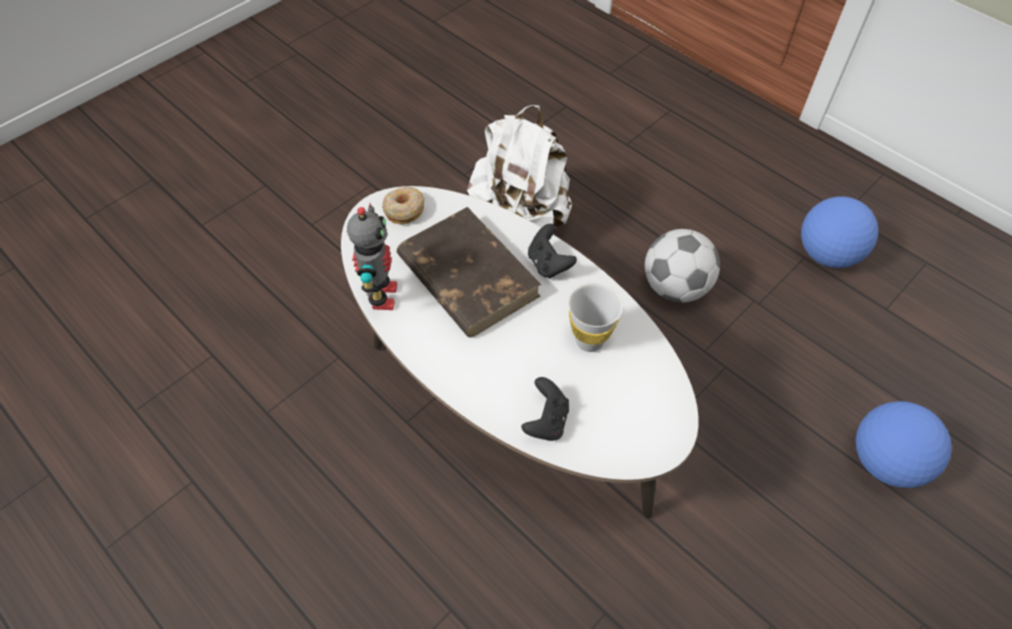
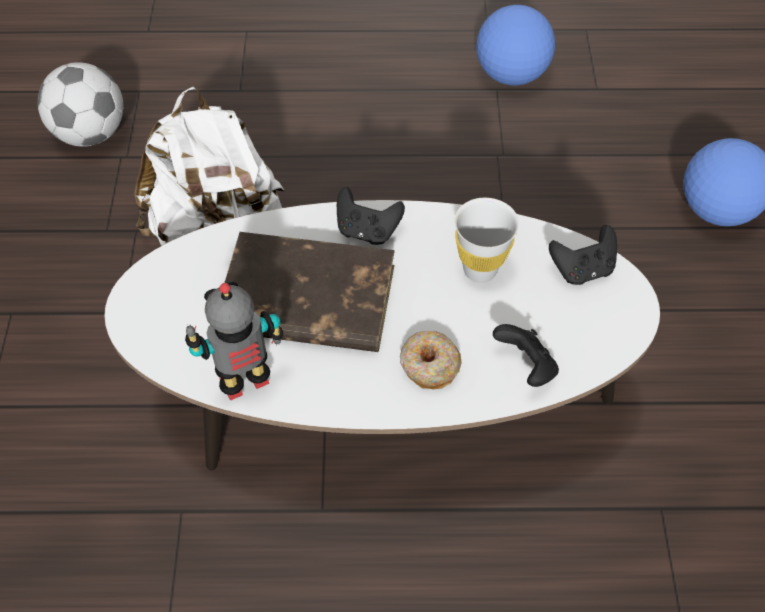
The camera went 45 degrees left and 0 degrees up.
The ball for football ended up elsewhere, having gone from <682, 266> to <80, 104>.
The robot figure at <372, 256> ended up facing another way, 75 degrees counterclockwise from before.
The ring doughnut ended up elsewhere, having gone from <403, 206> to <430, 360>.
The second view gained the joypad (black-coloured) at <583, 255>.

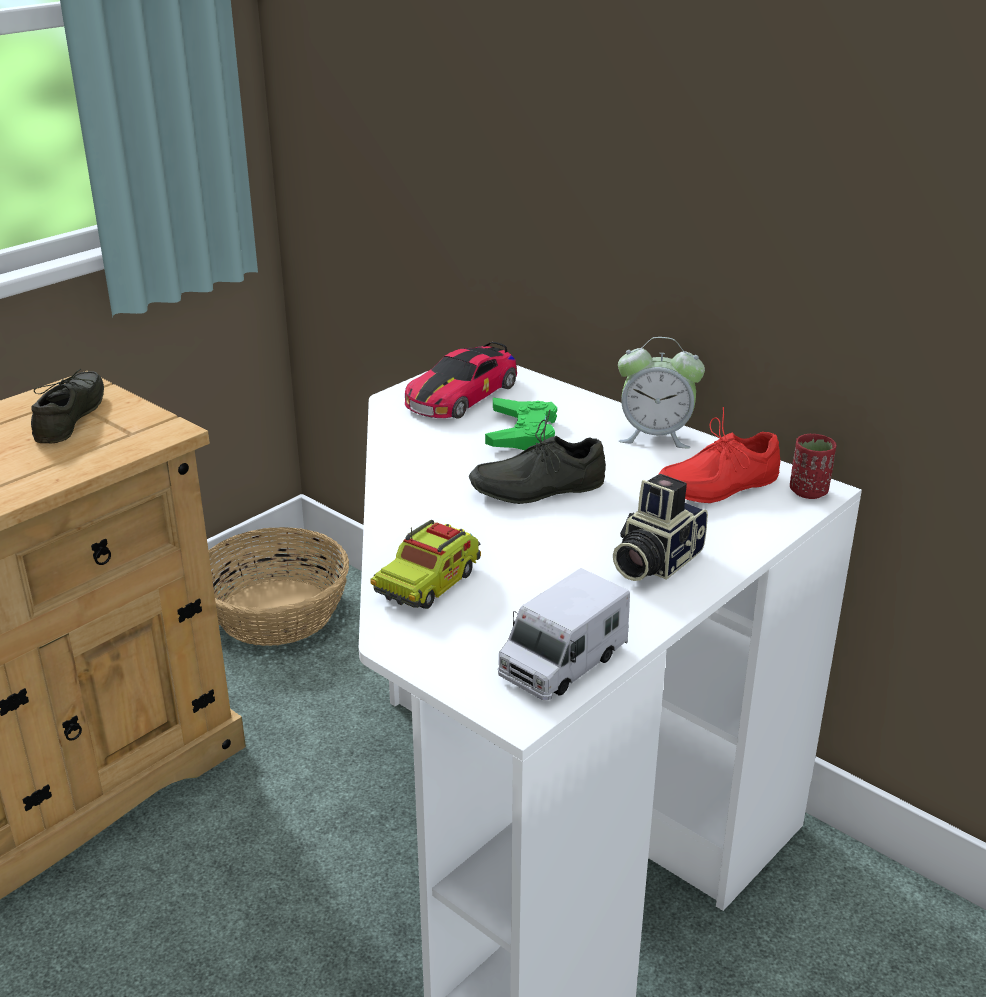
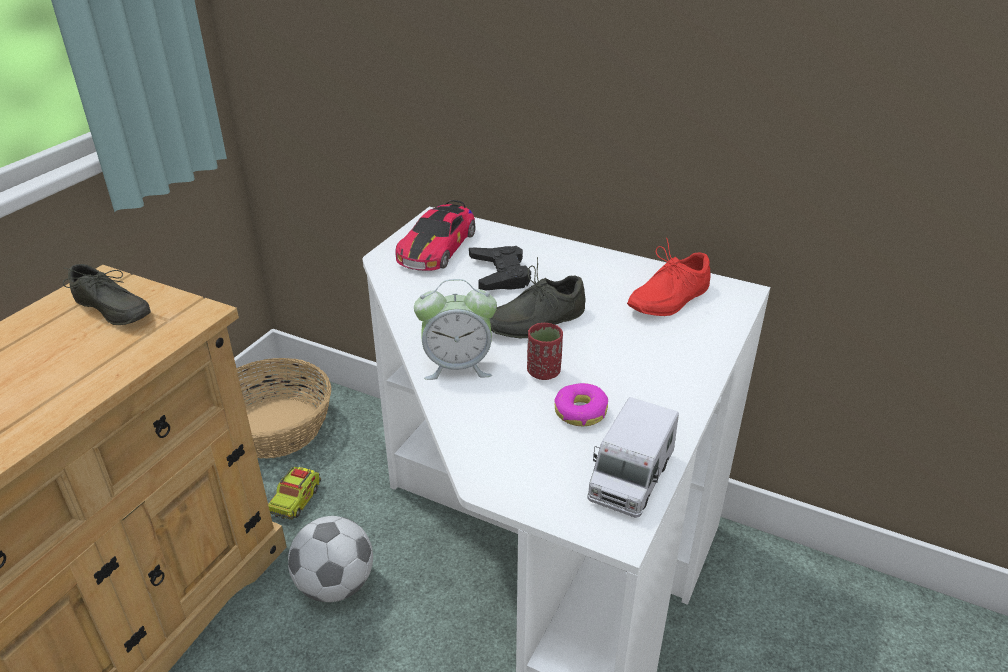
The camera went 15 degrees left and 5 degrees up.
The low shoe (greyish) at <67, 406> ended up facing another way, 135 degrees clockwise from before.
The toy lorry ended up elsewhere, having gone from <425, 564> to <294, 493>.
The second view gained the ball for football at <330, 559>.
The table clock ended up elsewhere, having gone from <661, 392> to <455, 329>.
What was the joypad (green-coloured) at <521, 424> turned into the joypad (black-coloured) at <500, 268>.
The cup (red-coloured) ended up elsewhere, having gone from <813, 466> to <545, 351>.
The second view gained the ring doughnut at <581, 404>.
The second view lost the photo camera at <660, 527>.

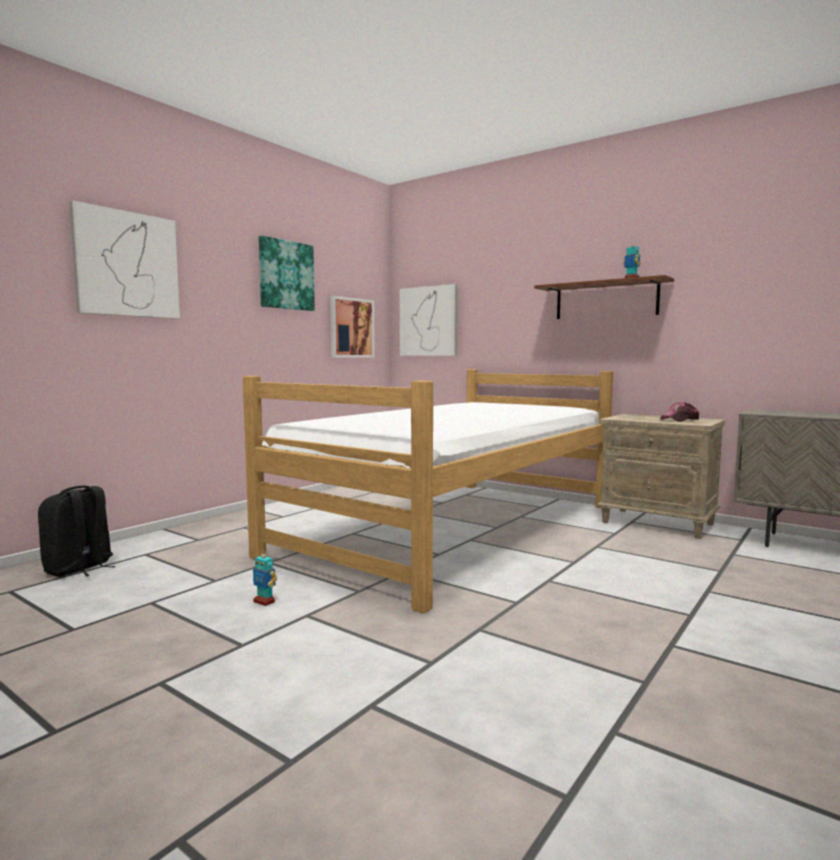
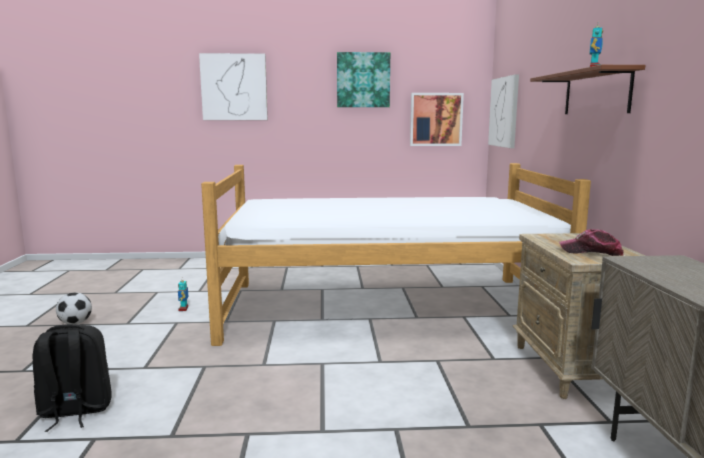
The camera went 50 degrees right and 5 degrees up.
The backpack (black-coloured) ended up elsewhere, having gone from <76, 531> to <72, 378>.
The second view gained the ball for football at <74, 308>.

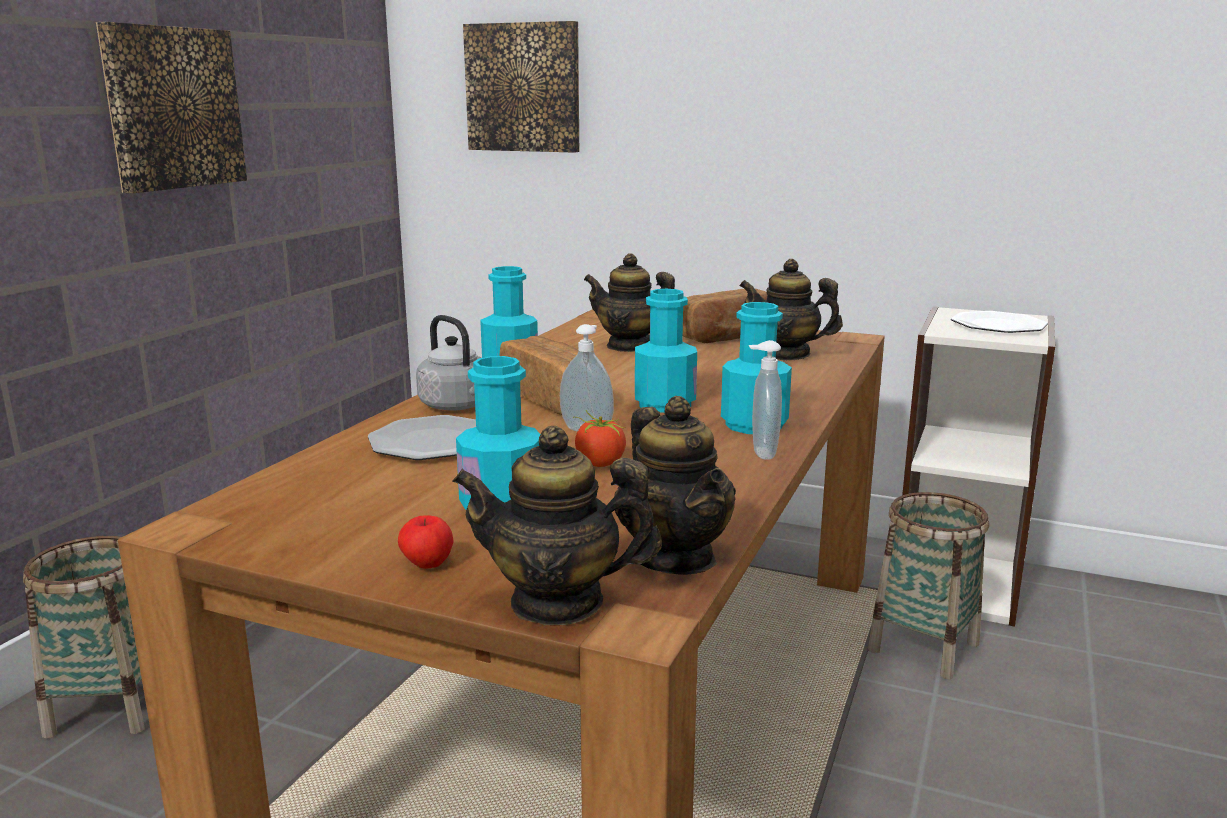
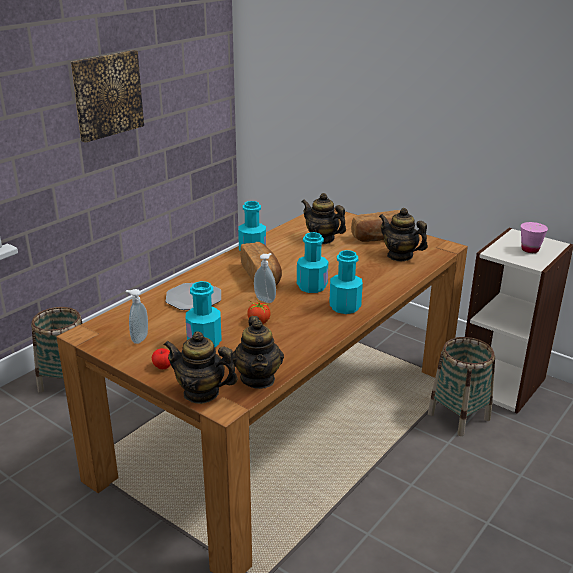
The camera went 15 degrees right and 10 degrees up.
The soap bottle ended up elsewhere, having gone from <765, 400> to <137, 316>.
Where the plate stood at <999, 322>, the cup (pink-coloured) came to stand at <534, 237>.
The second view lost the kettle (greyish) at <448, 363>.
The second view lost the wall art at <521, 87>.

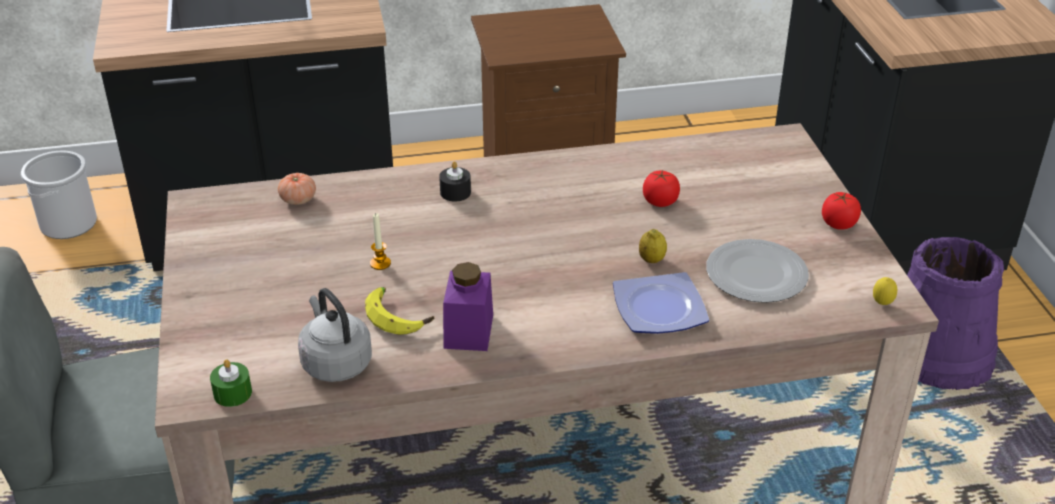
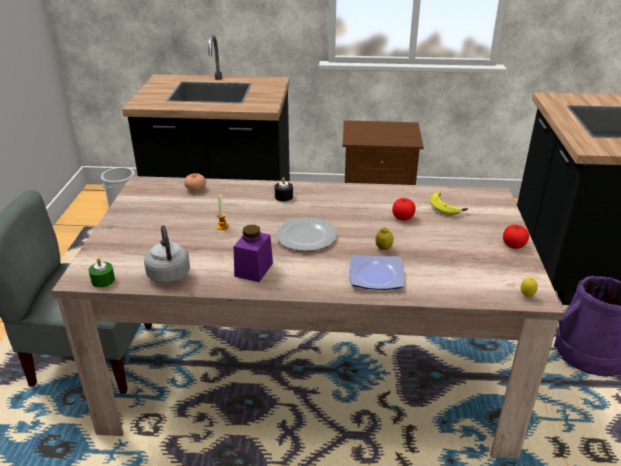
The camera went 15 degrees right and 5 degrees down.
The plate ended up elsewhere, having gone from <757, 271> to <306, 234>.
The banana fruit ended up elsewhere, having gone from <399, 311> to <449, 203>.

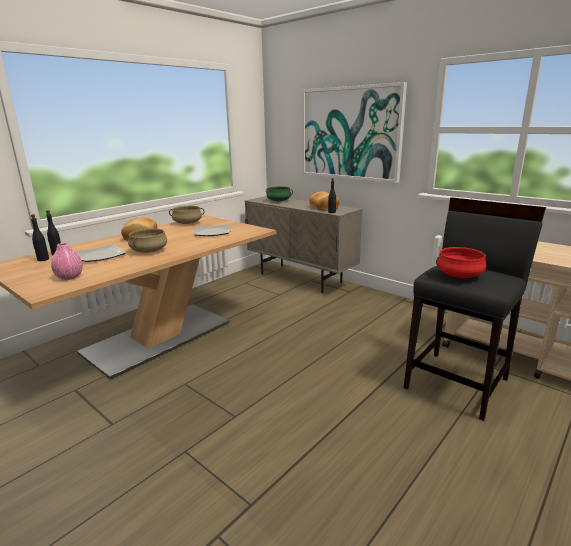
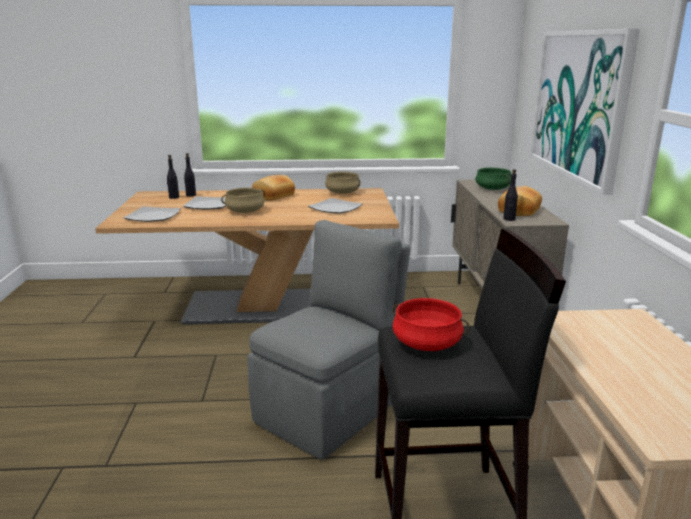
The camera went 45 degrees right and 0 degrees up.
Where the vase (pink-coloured) stood at <67, 261>, the plate came to stand at <152, 214>.
The second view gained the upright chair (greyish) at <328, 340>.

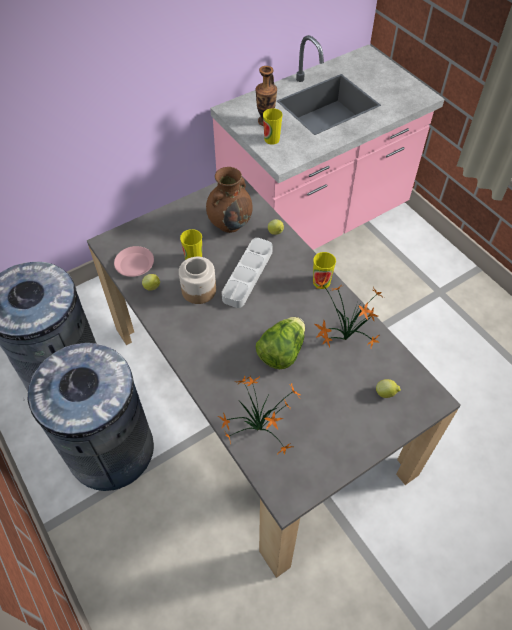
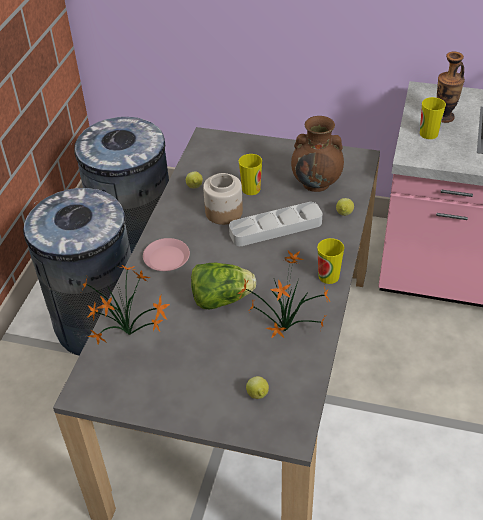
The camera went 50 degrees right and 10 degrees down.
The plate (pink-coloured) ended up elsewhere, having gone from <134, 261> to <166, 254>.

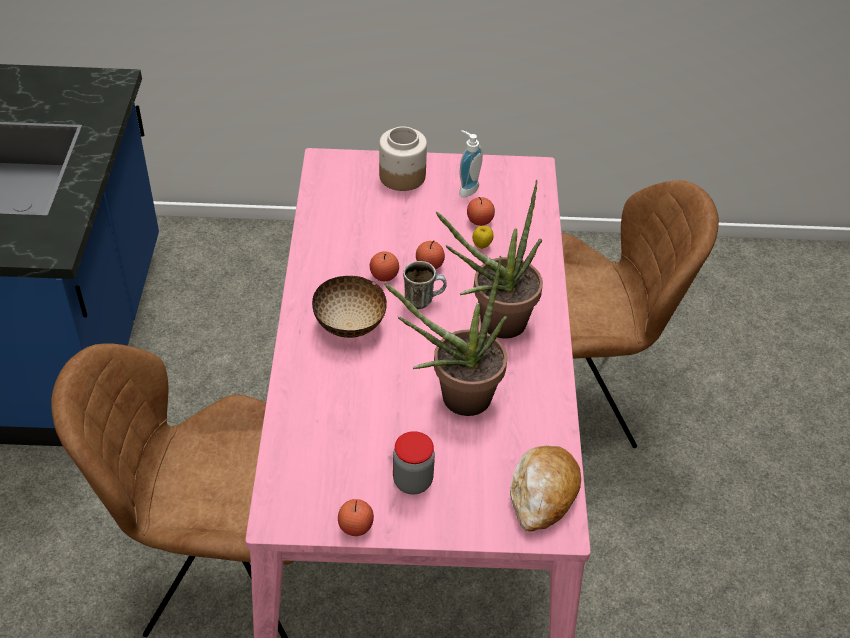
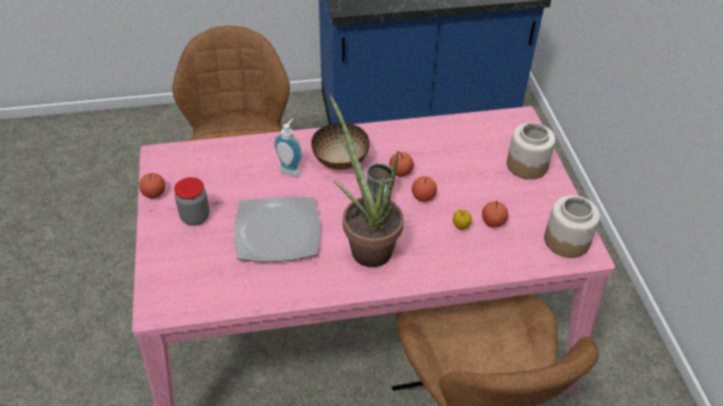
The camera went 80 degrees right and 0 degrees up.
Where the houseplant stood at <445, 335>, the plate came to stand at <277, 229>.
The soap bottle ended up elsewhere, having gone from <471, 164> to <288, 147>.
The second view gained the storage jar at <572, 226>.
The second view lost the bread at <545, 488>.

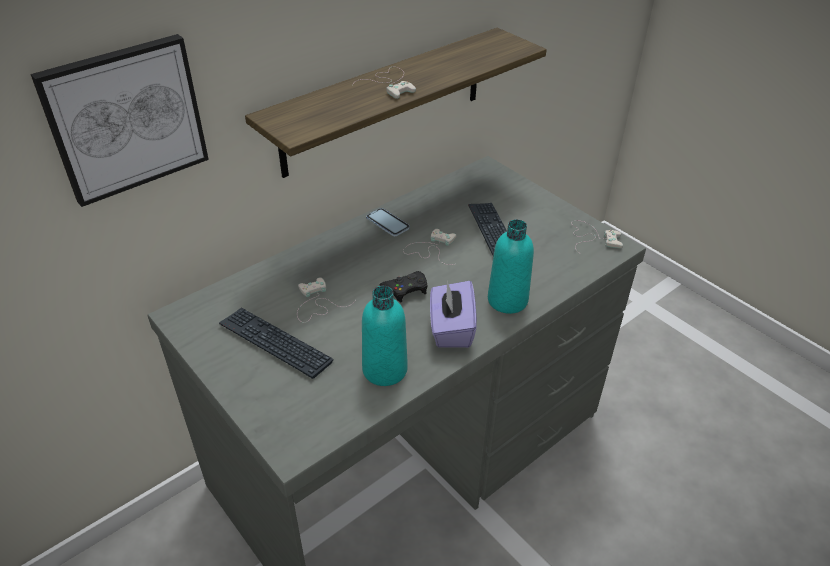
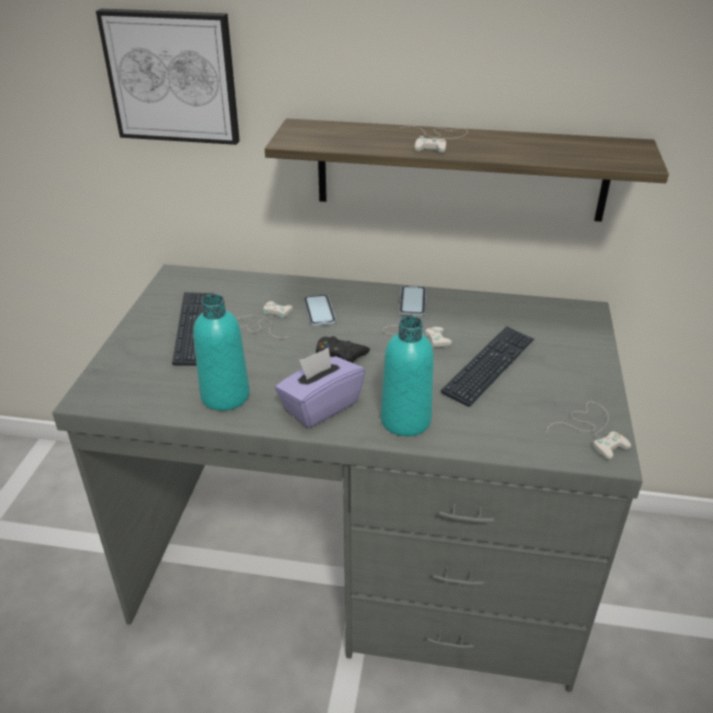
The camera went 50 degrees right and 5 degrees down.
The second view gained the handset at <319, 310>.

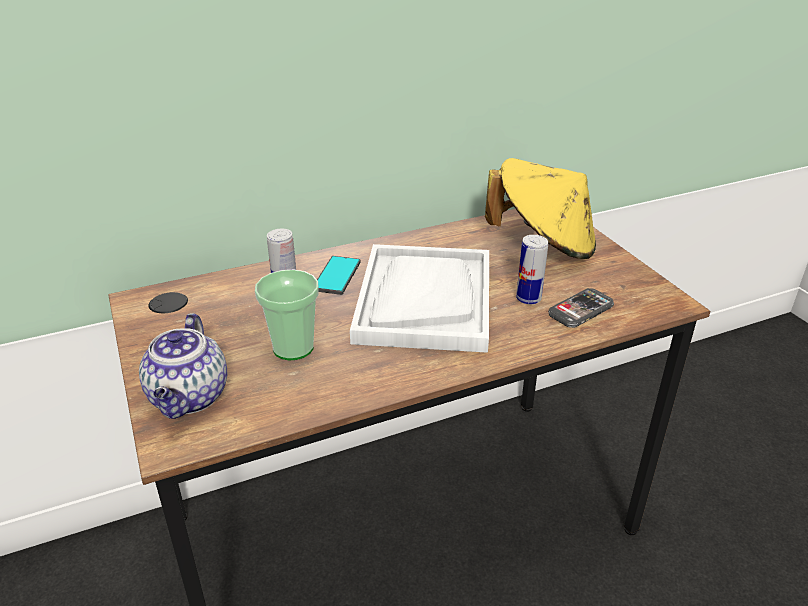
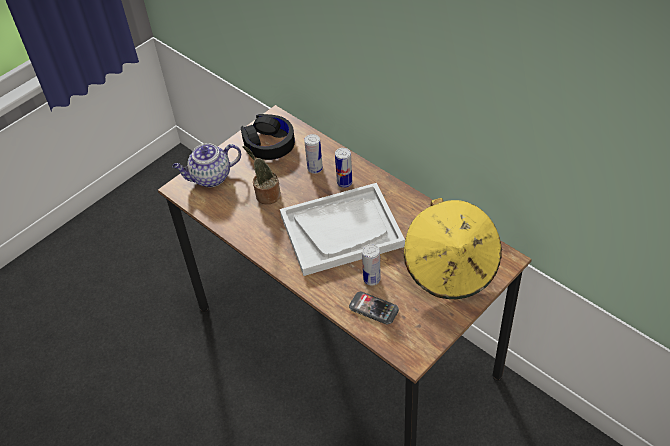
The camera went 70 degrees right and 15 degrees up.
The second view gained the pair of headphones (black-coloured) at <268, 137>.
Where the cup stood at <287, 315>, the houseplant came to stand at <261, 175>.
Where the handset stood at <339, 275>, the can came to stand at <343, 168>.

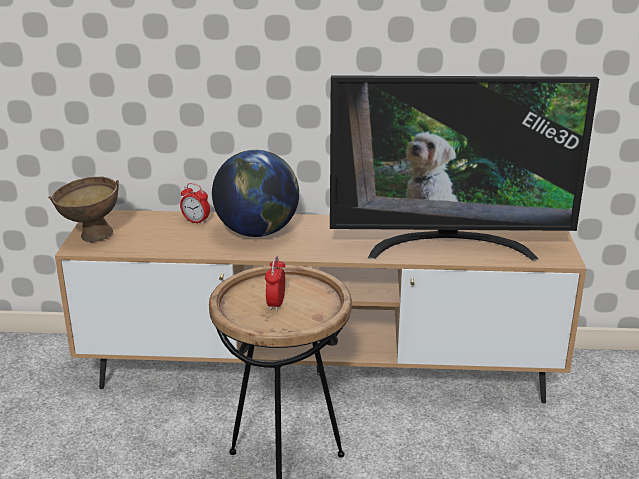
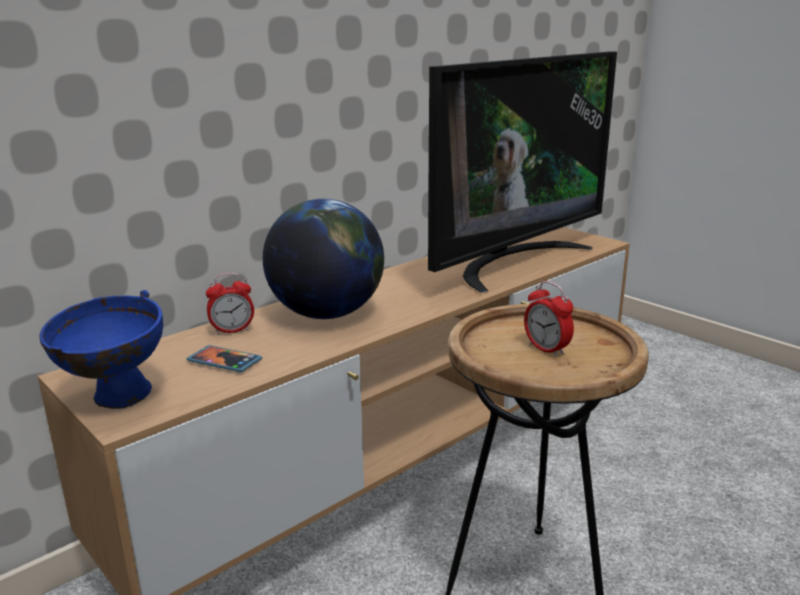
The camera went 45 degrees left and 5 degrees down.
What was the deep dish (brown) at <83, 209> turned into the deep dish (blue-coloured) at <101, 349>.
The second view gained the handset at <224, 358>.

